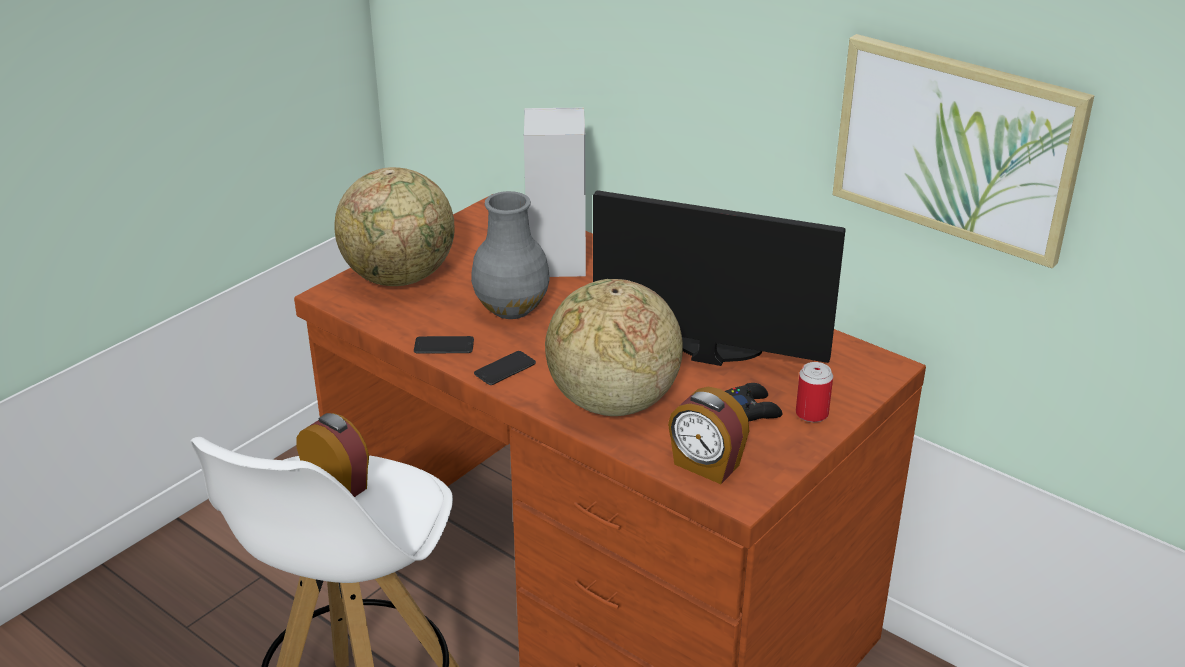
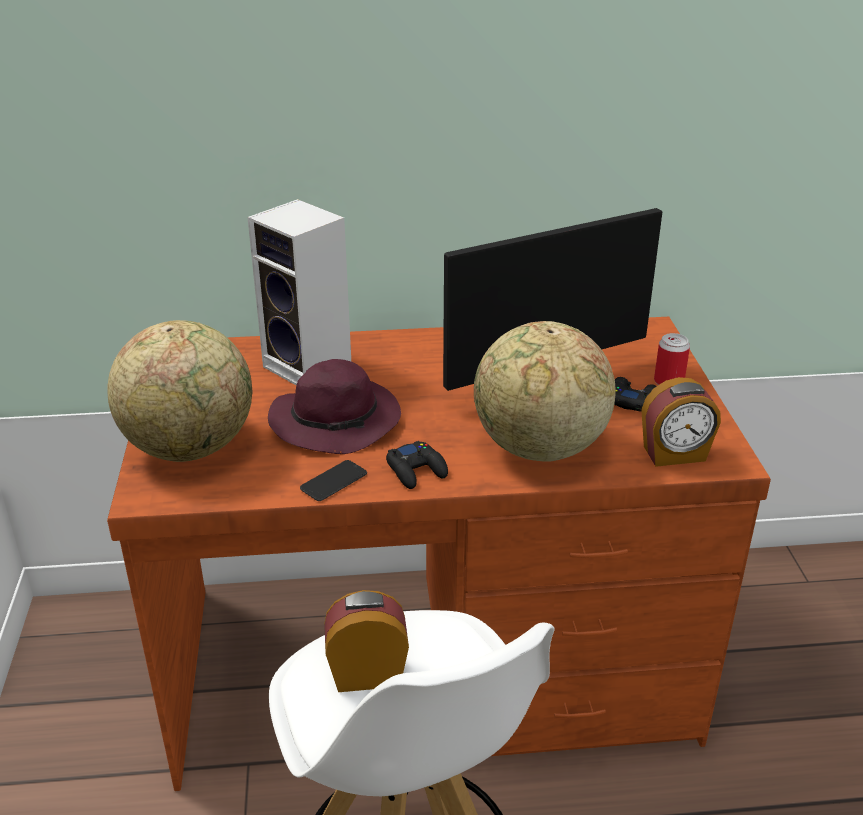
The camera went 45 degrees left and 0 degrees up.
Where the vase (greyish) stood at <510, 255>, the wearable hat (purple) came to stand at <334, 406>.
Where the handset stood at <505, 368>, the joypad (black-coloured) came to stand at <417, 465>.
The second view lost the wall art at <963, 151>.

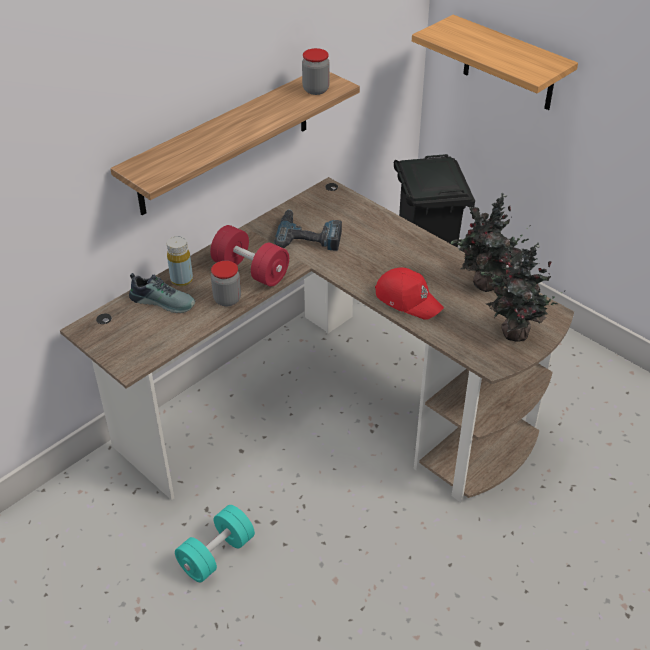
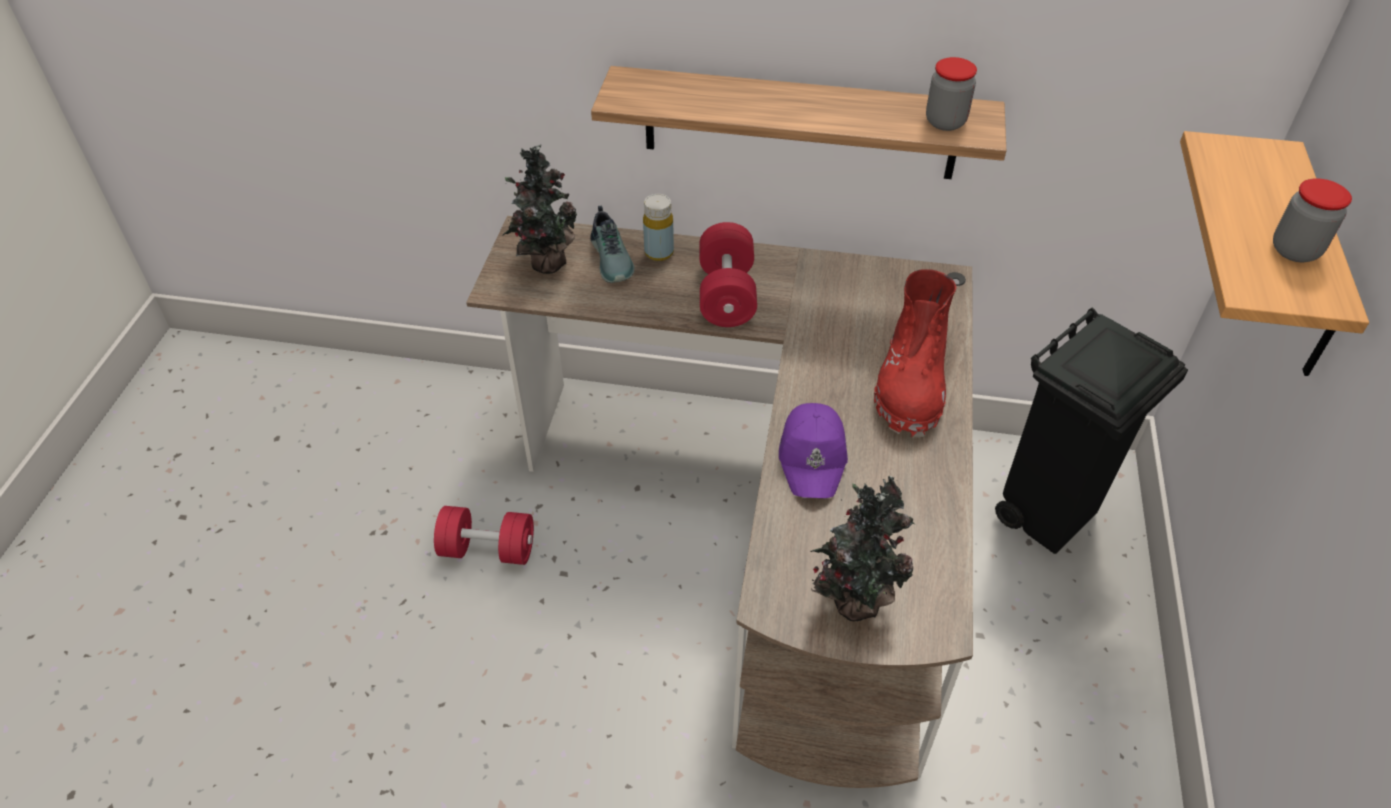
The camera went 55 degrees right and 5 degrees up.
What was the hand weight (turquoise-coloured) at <215, 544> turned into the hand weight (red-coloured) at <484, 535>.
The houseplant ended up elsewhere, having gone from <490, 242> to <540, 209>.
What was the peaked cap (red-coloured) at <409, 293> turned into the peaked cap (purple) at <813, 450>.
The second view gained the high-top boot (red-coloured) at <915, 353>.
The storage jar ended up elsewhere, having gone from <226, 283> to <1312, 220>.
The second view lost the drill at <308, 230>.

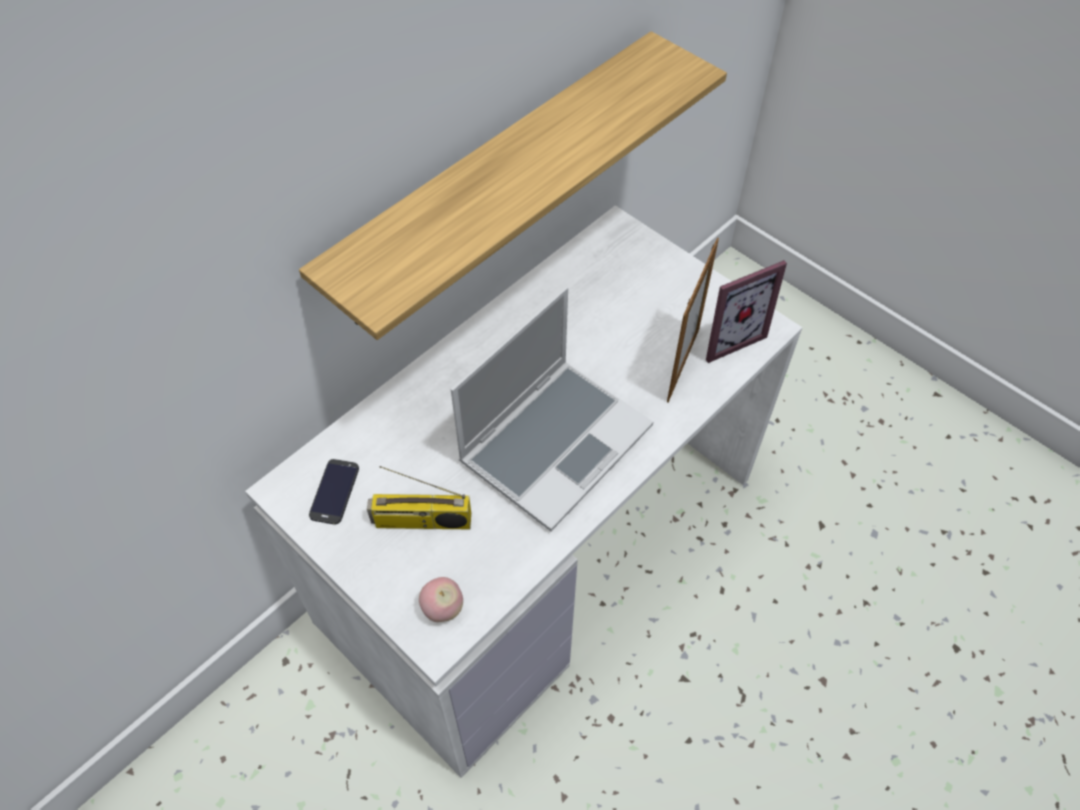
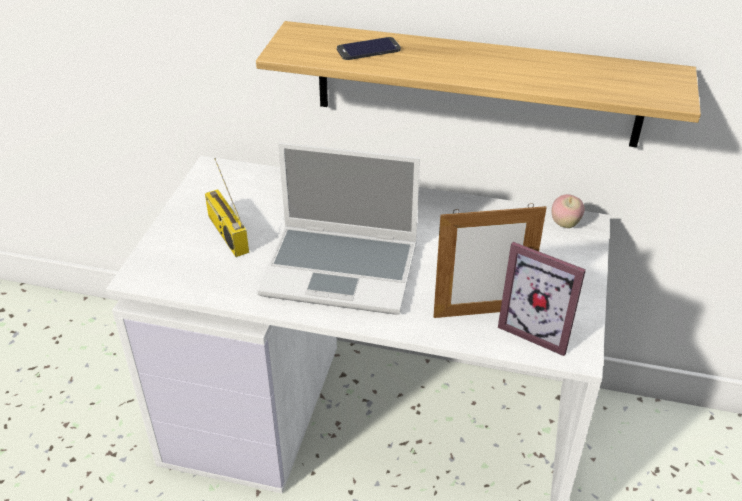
The camera went 60 degrees right and 15 degrees down.
The handset ended up elsewhere, having gone from <334, 491> to <369, 48>.
The whole apple ended up elsewhere, having gone from <441, 599> to <568, 211>.

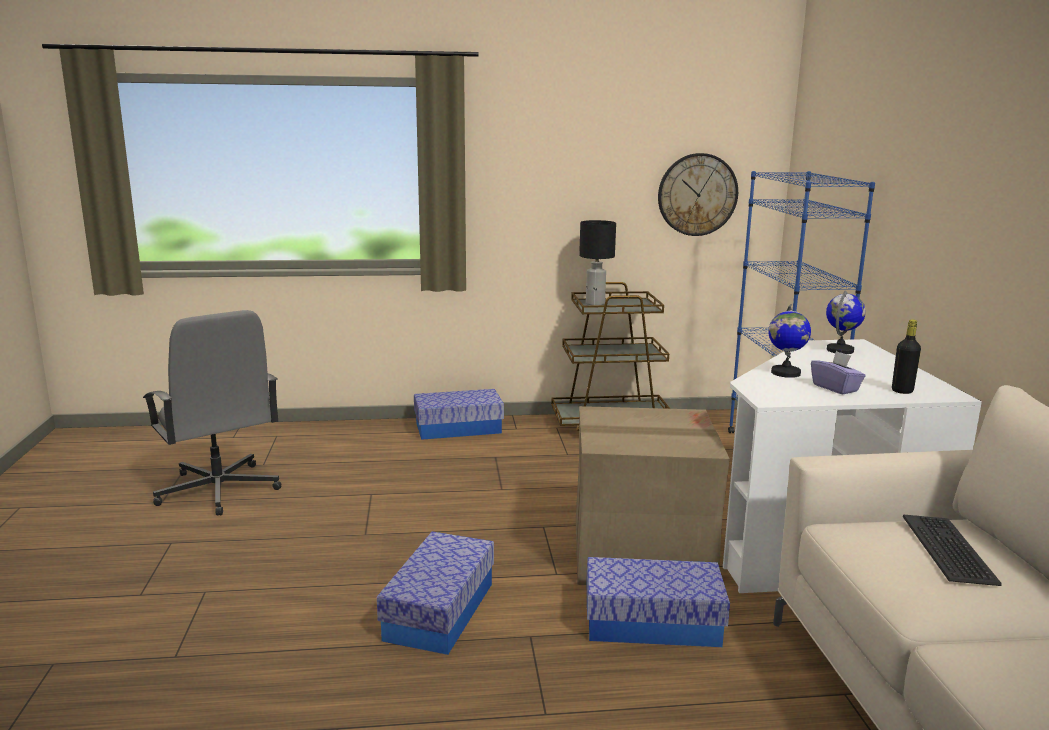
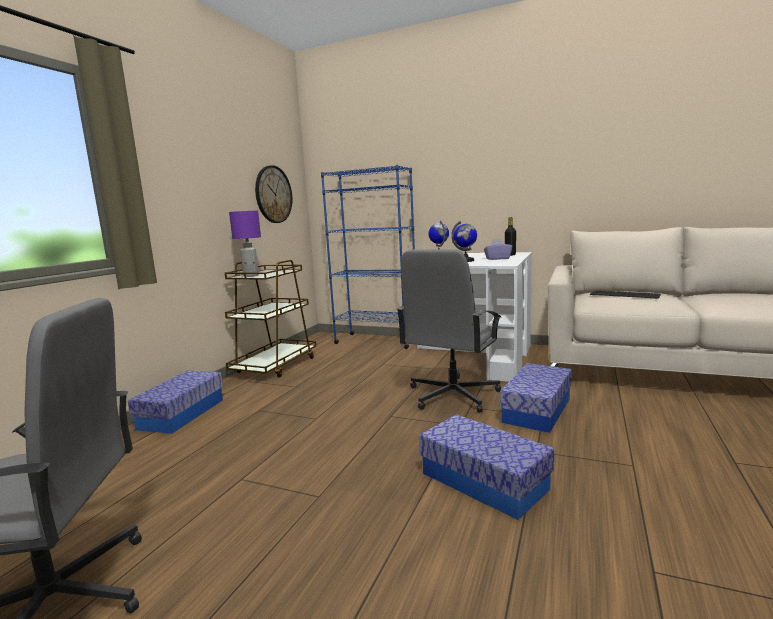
The camera went 60 degrees left and 5 degrees down.
What was the table lamp (black-coloured) at <597, 262> turned into the table lamp (purple) at <245, 244>.
Where the packing box stood at <653, 495>, the desk chair (greyish) came to stand at <449, 330>.

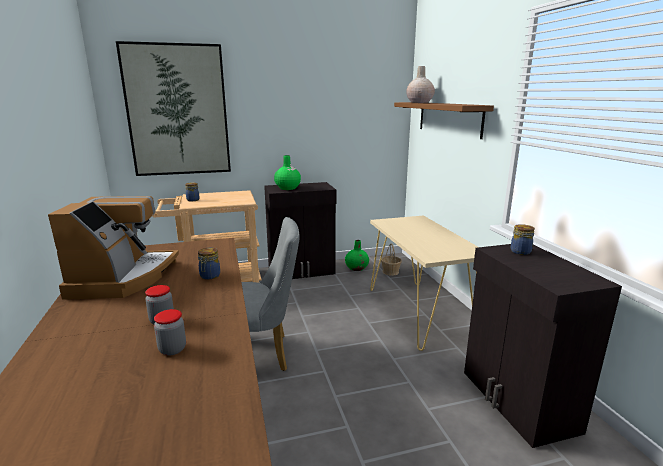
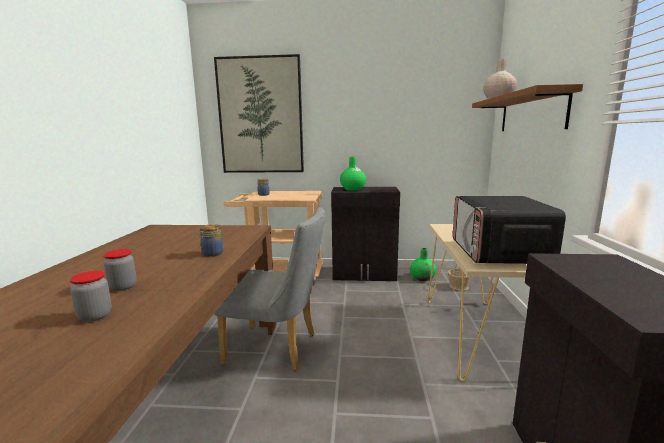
The camera went 20 degrees right and 5 degrees down.
The second view gained the kitchen microwave at <509, 230>.
The second view lost the coffee maker at <113, 248>.
The second view lost the storage jar at <523, 239>.

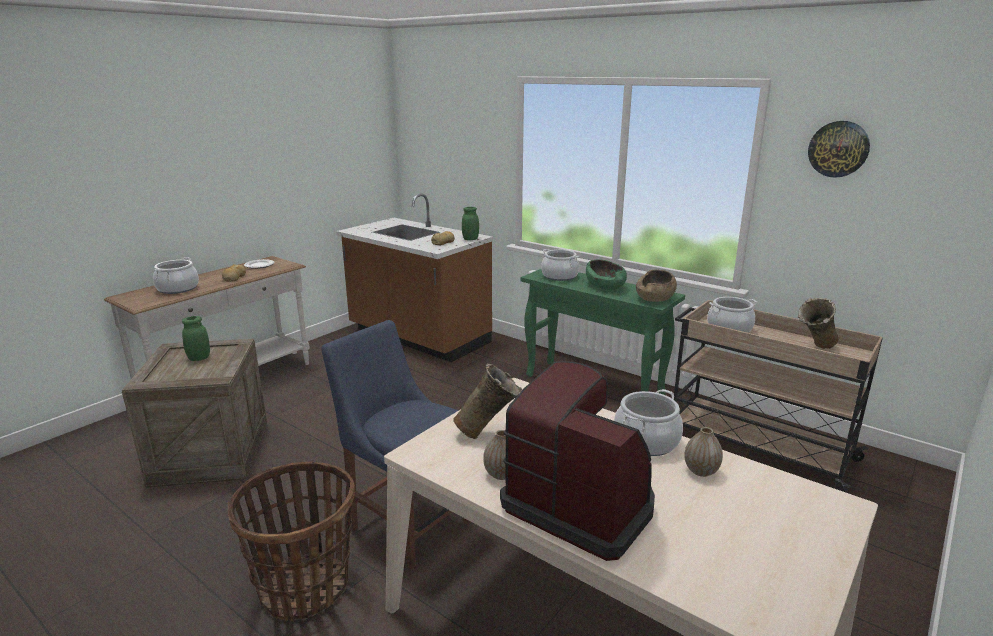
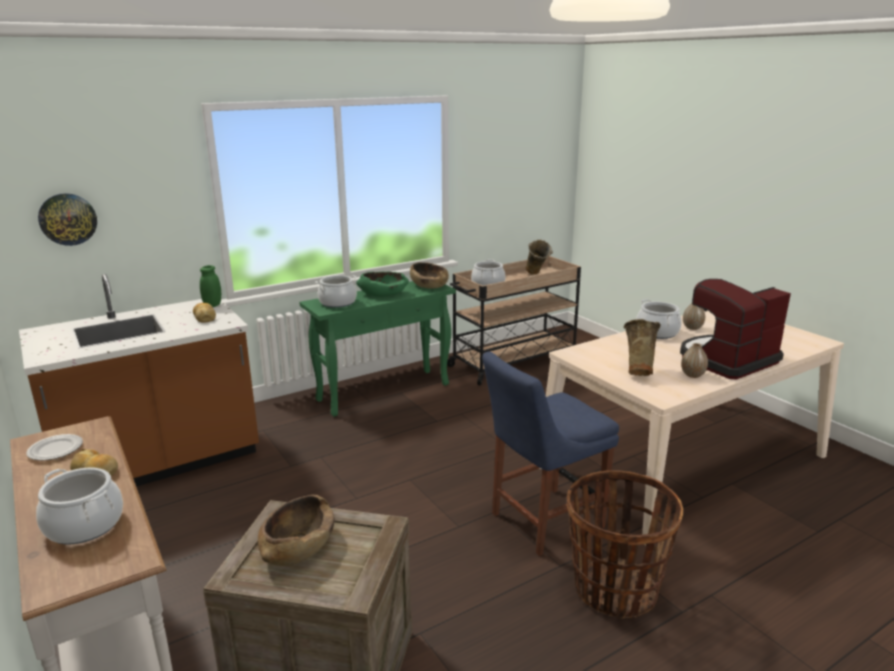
The camera went 70 degrees left and 0 degrees up.
The wall clock ended up elsewhere, having gone from <839, 149> to <67, 219>.
Where the storage jar (green-coloured) stood at <196, 338>, the deep dish (brown) came to stand at <296, 530>.

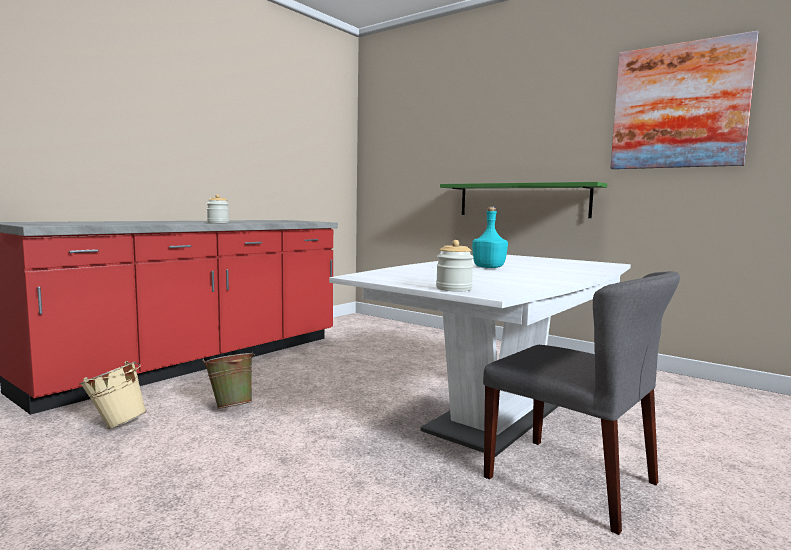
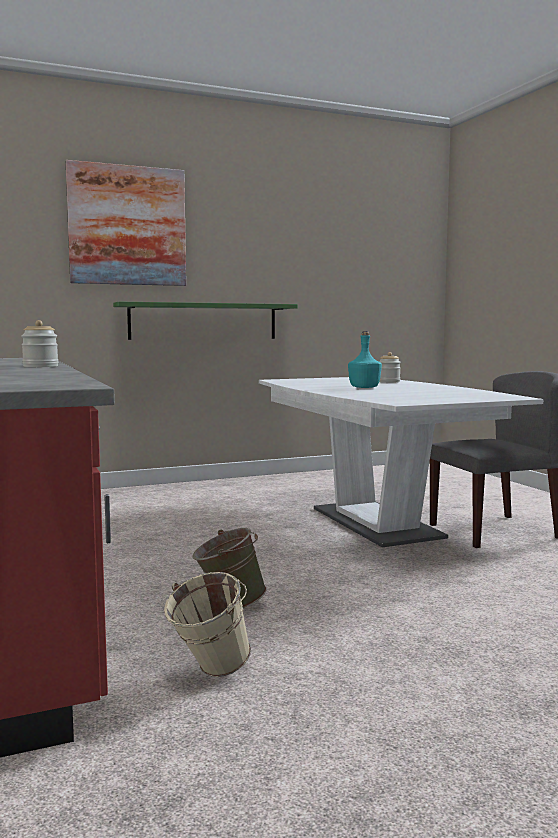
The camera went 60 degrees left and 0 degrees up.
The wall art ended up elsewhere, having gone from <685, 100> to <126, 223>.
The storage jar ended up elsewhere, having gone from <455, 266> to <390, 367>.

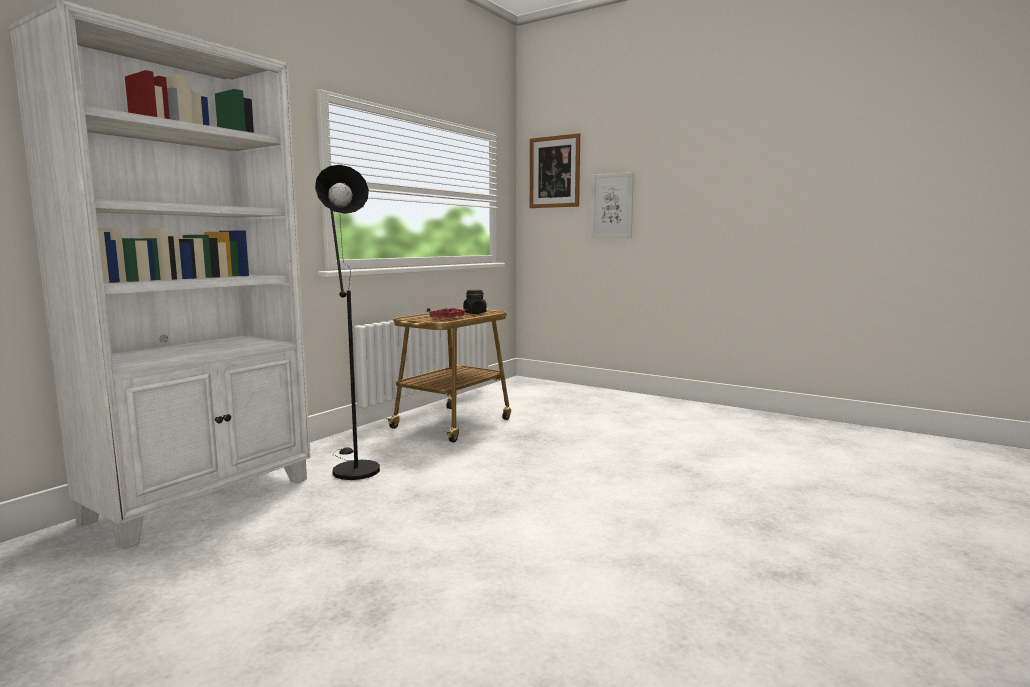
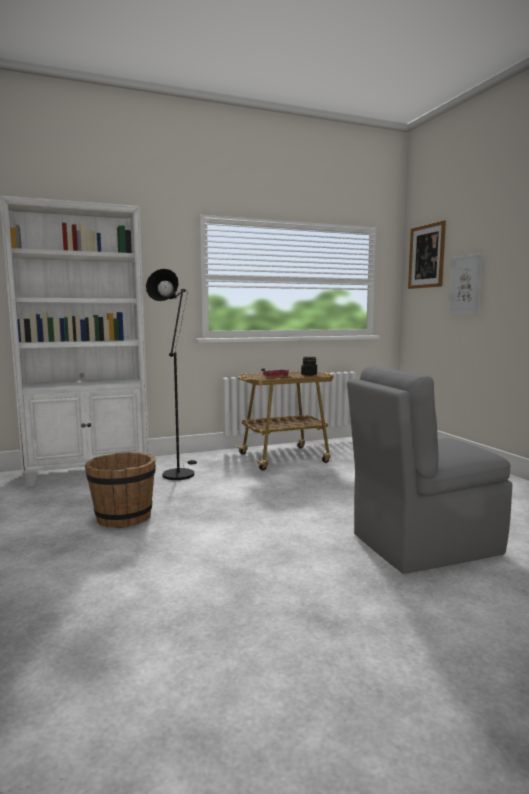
The camera went 35 degrees right and 0 degrees up.
The second view gained the pail (brown) at <120, 490>.
The second view gained the upright chair (greyish) at <429, 470>.

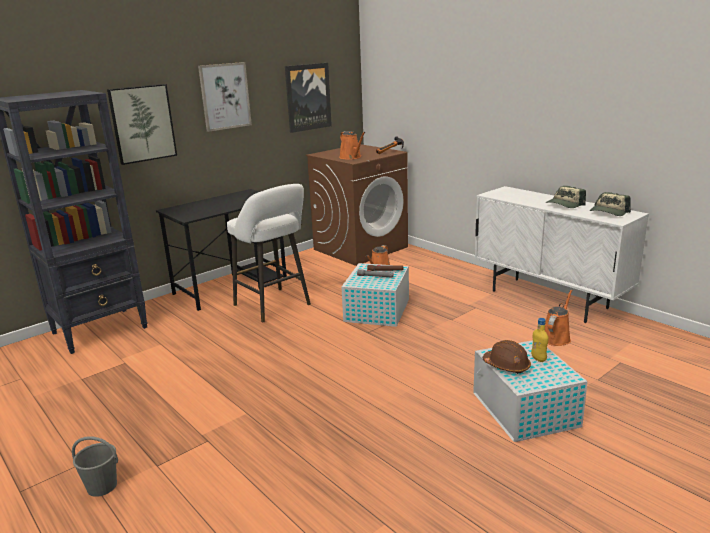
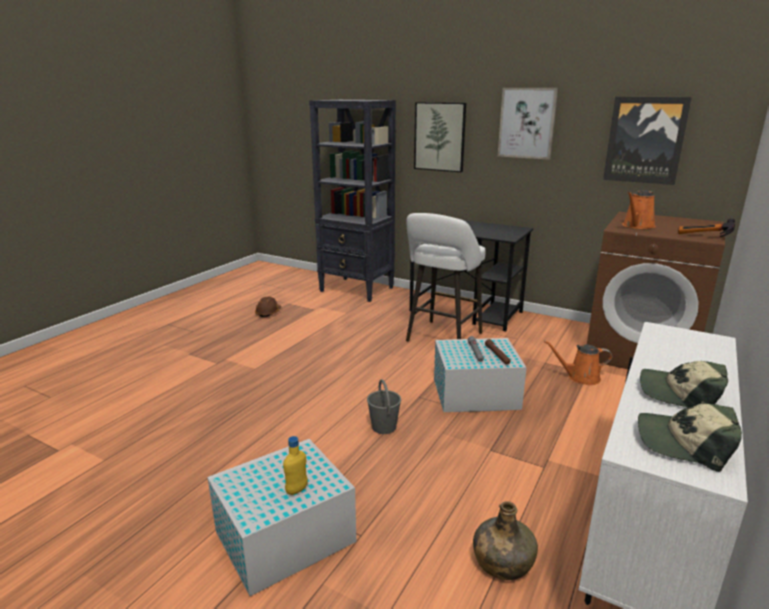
The camera went 70 degrees right and 0 degrees up.
The hard hat (brown) ended up elsewhere, having gone from <507, 357> to <268, 306>.
The pail (greyish) ended up elsewhere, having gone from <95, 466> to <384, 406>.
Where the watering pot (orange-coloured) stood at <559, 317>, the bottle (green-coloured) came to stand at <505, 540>.

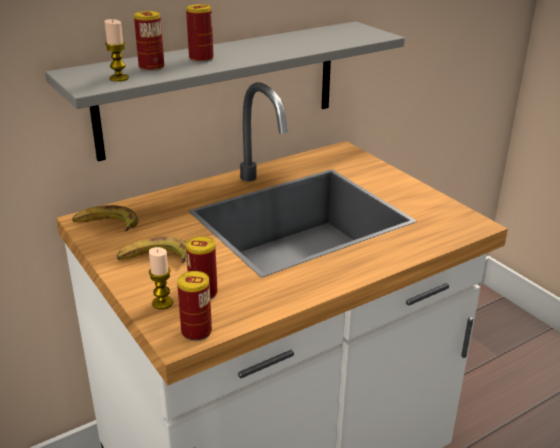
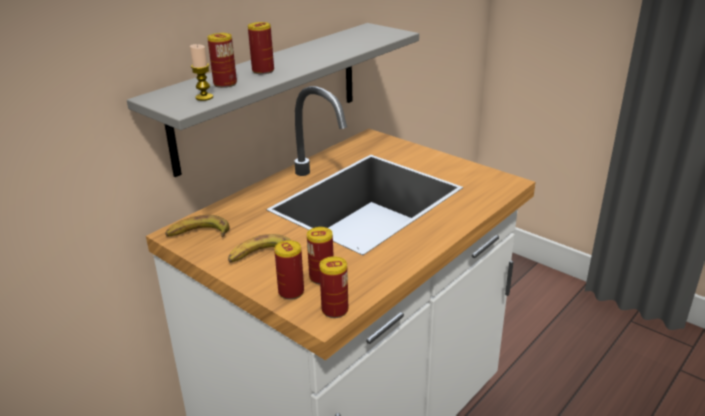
The camera went 15 degrees left and 0 degrees up.
Where the wax light stood at <161, 278>, the can came to stand at <289, 270>.

